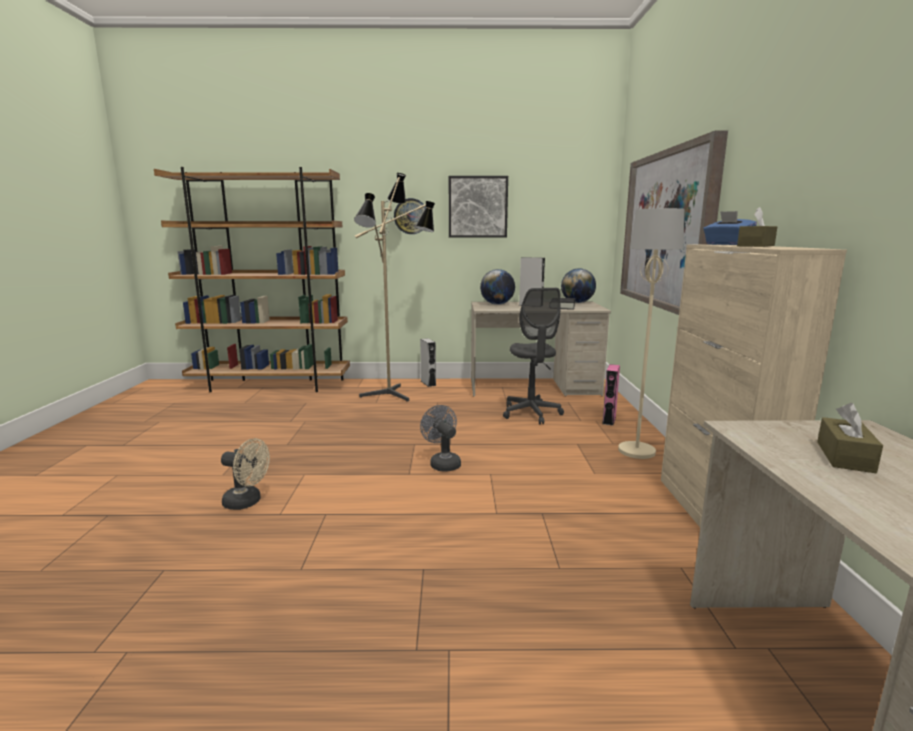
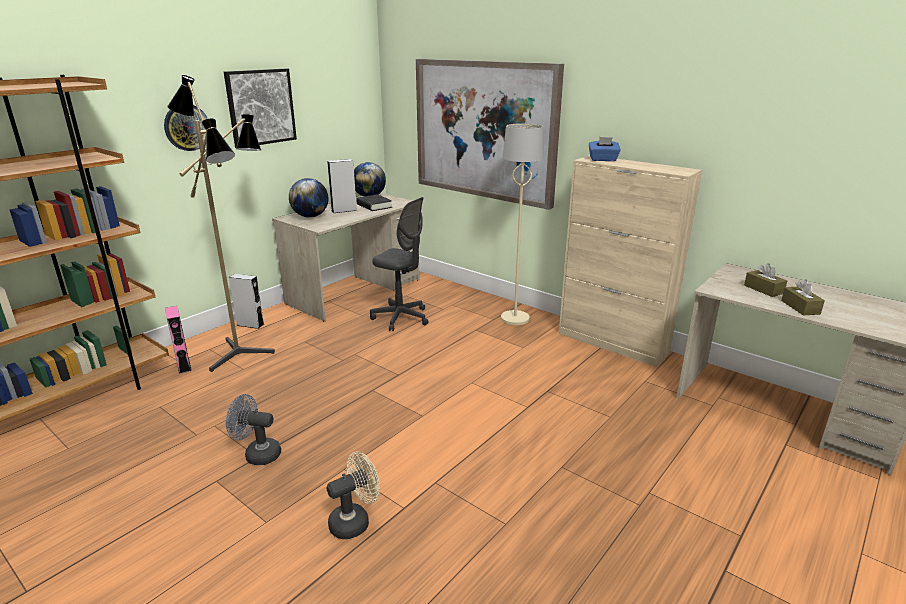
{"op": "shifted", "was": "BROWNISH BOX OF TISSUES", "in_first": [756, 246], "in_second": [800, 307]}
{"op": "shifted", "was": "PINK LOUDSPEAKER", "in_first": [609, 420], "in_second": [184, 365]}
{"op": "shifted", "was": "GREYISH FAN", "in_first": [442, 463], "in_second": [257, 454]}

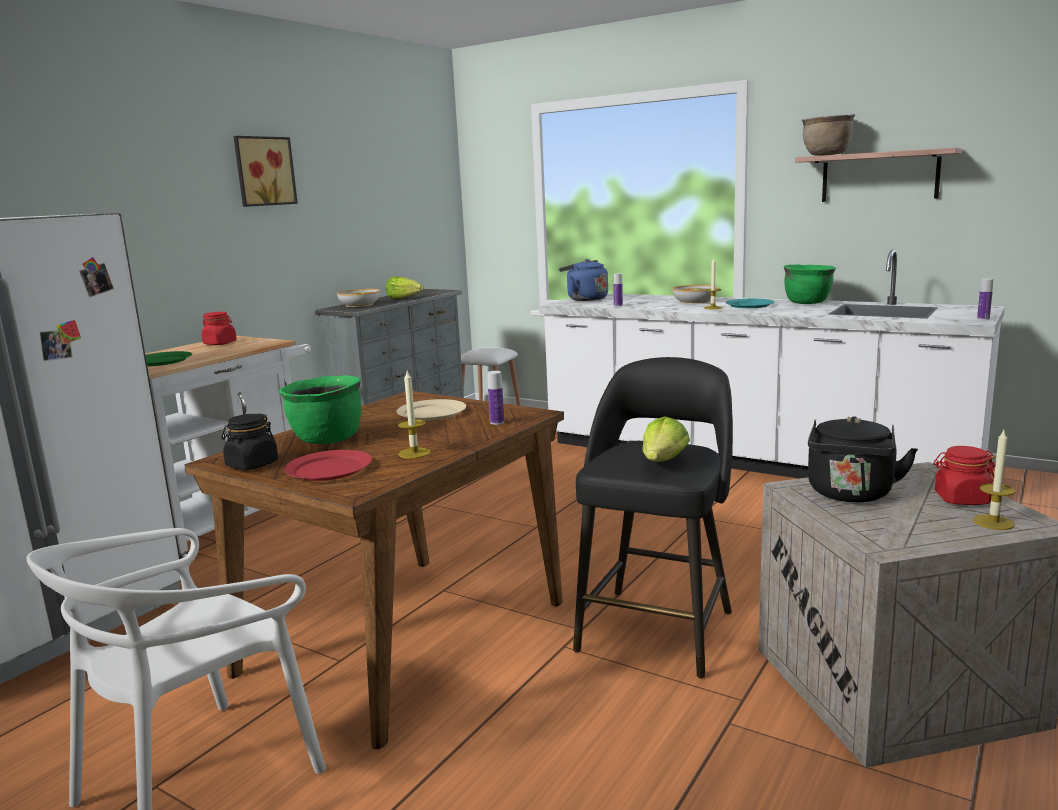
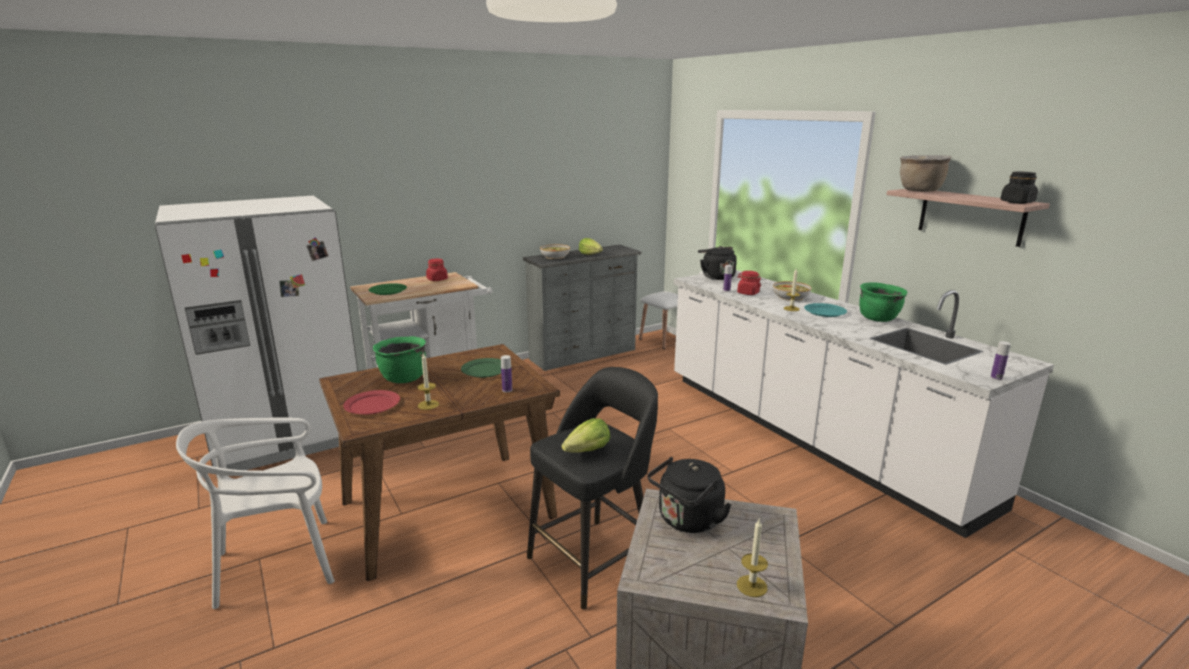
{"op": "gone", "was": "WALL PICTURE", "in_first": [263, 171]}
{"op": "repainted", "was": "BLUE TEA KETTLE", "now": "BLACKISH TEA KETTLE", "in_first": [585, 299], "in_second": [716, 277]}
{"op": "repainted", "was": "BEIGE PLATE", "now": "GREENISH PLATE", "in_first": [431, 413], "in_second": [485, 370]}
{"op": "shifted", "was": "BLACKISH JAR", "in_first": [252, 464], "in_second": [1017, 202]}
{"op": "shifted", "was": "RED-COLOURED JAR", "in_first": [961, 499], "in_second": [748, 293]}

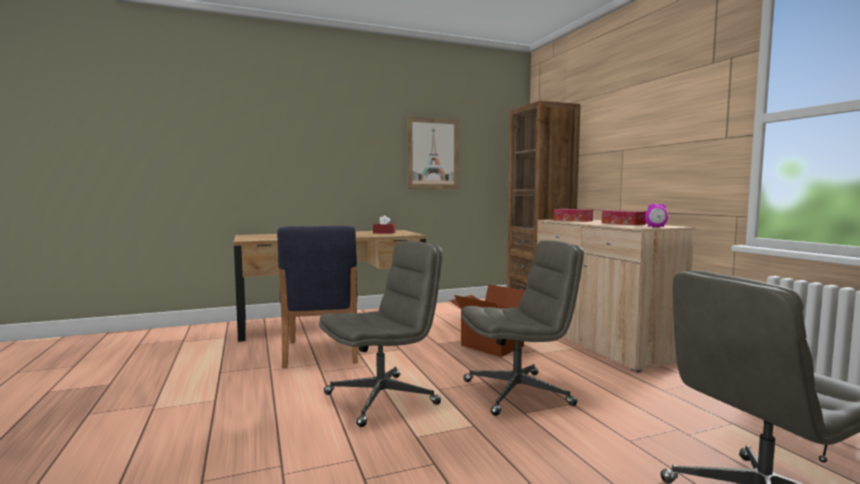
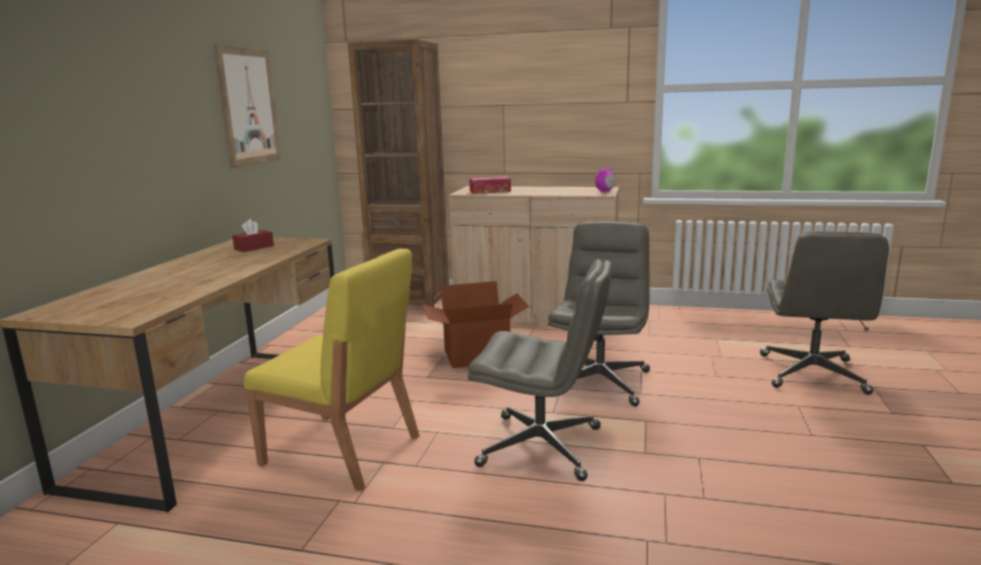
{"op": "gone", "was": "BOX OF TISSUES", "in_first": [623, 223]}
{"op": "repainted", "was": "BLUE UPRIGHT CHAIR", "now": "YELLOW-COLOURED UPRIGHT CHAIR", "in_first": [321, 352], "in_second": [342, 451]}
{"op": "rotated", "was": "GREYISH DESK CHAIR", "in_first": [382, 398], "in_second": [542, 447], "clockwise": 105}

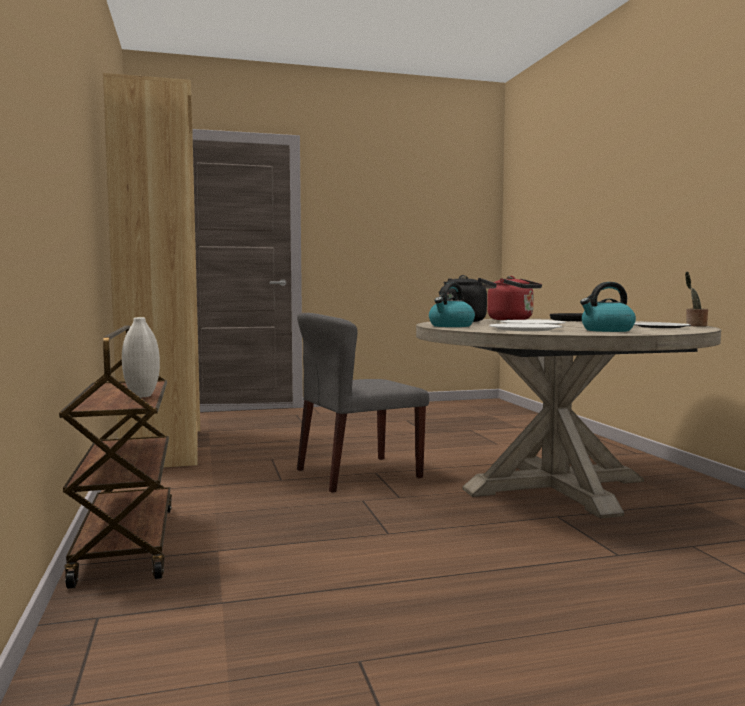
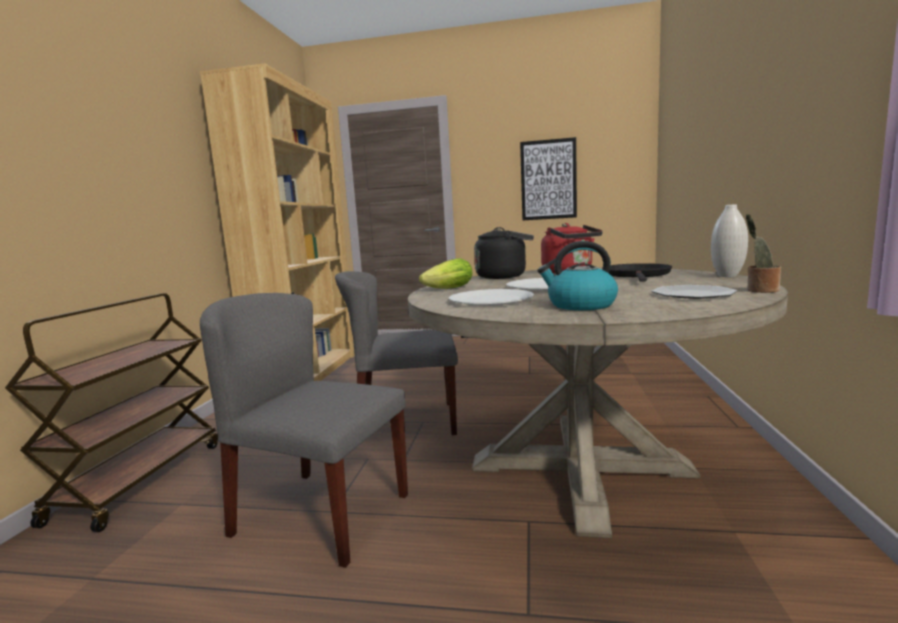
{"op": "swapped", "was": "TEA KETTLE", "now": "LETTUCE", "in_first": [451, 326], "in_second": [446, 289]}
{"op": "shifted", "was": "WHITE DECORATIVE VASE", "in_first": [142, 396], "in_second": [727, 276]}
{"op": "new", "now": "WALL PICTURE", "in_second": [548, 180]}
{"op": "new", "now": "GREYISH UPRIGHT CHAIR", "in_second": [320, 514]}

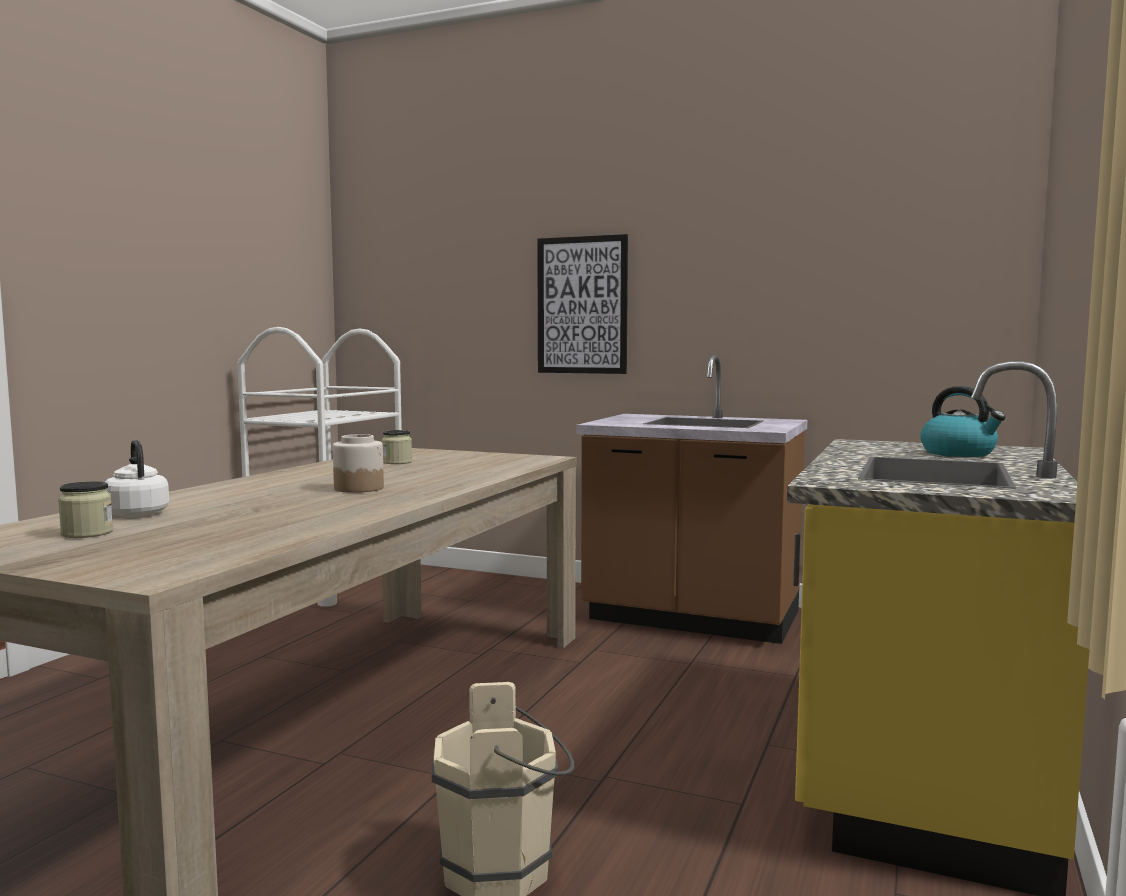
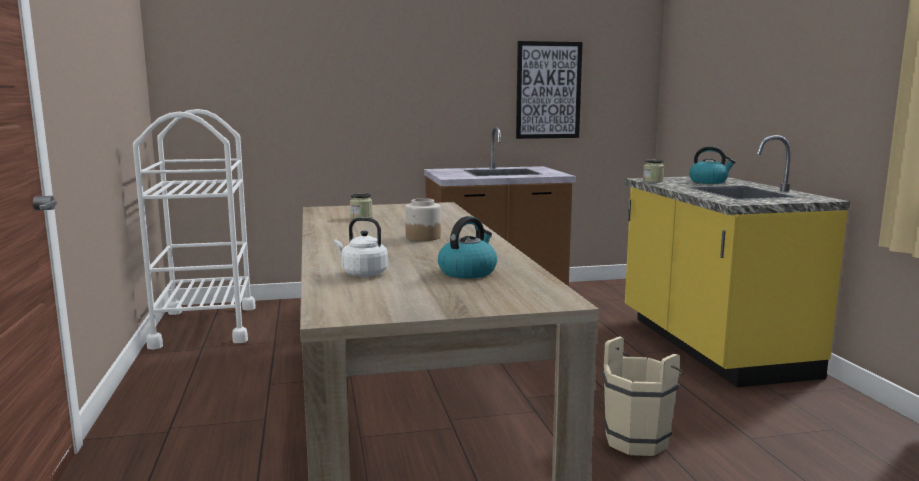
{"op": "shifted", "was": "WALL PICTURE", "in_first": [582, 305], "in_second": [548, 90]}
{"op": "shifted", "was": "JAR", "in_first": [87, 533], "in_second": [653, 181]}
{"op": "new", "now": "TEA KETTLE", "in_second": [468, 272]}

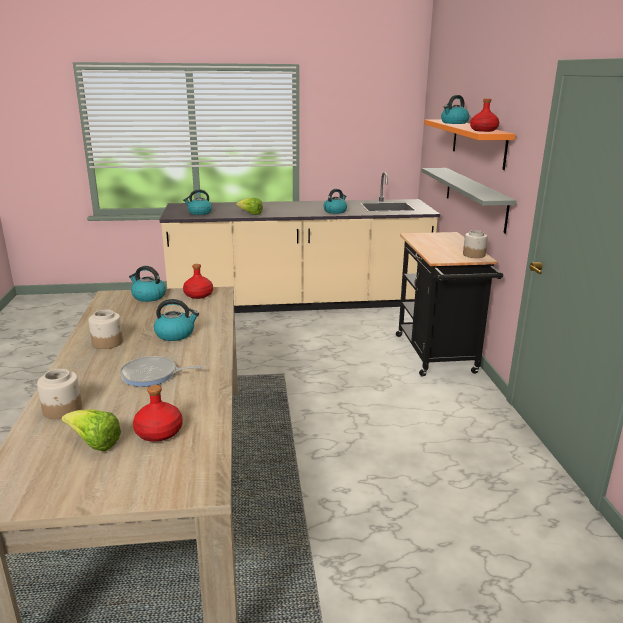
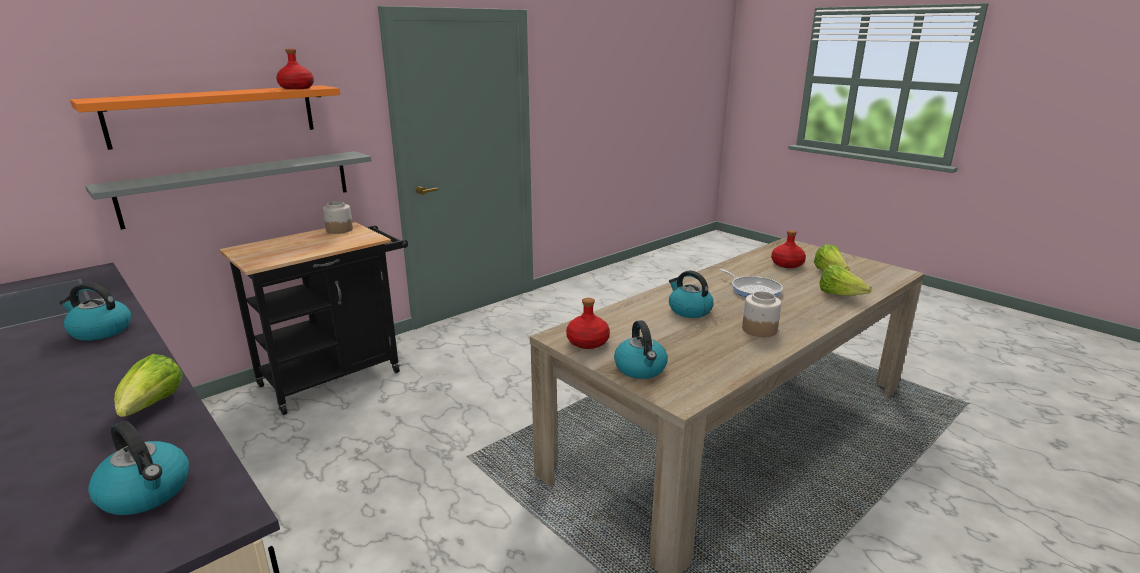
{"op": "gone", "was": "TEA KETTLE", "in_first": [454, 123]}
{"op": "swapped", "was": "JAR", "now": "LETTUCE", "in_first": [63, 409], "in_second": [839, 295]}

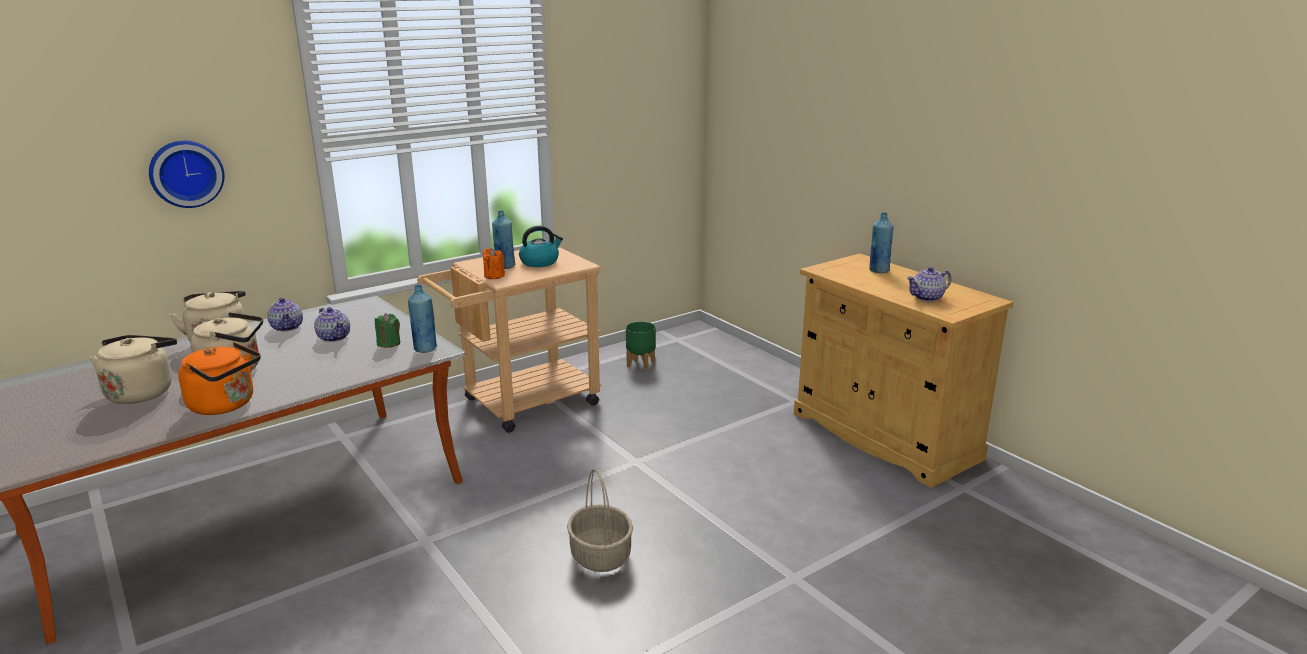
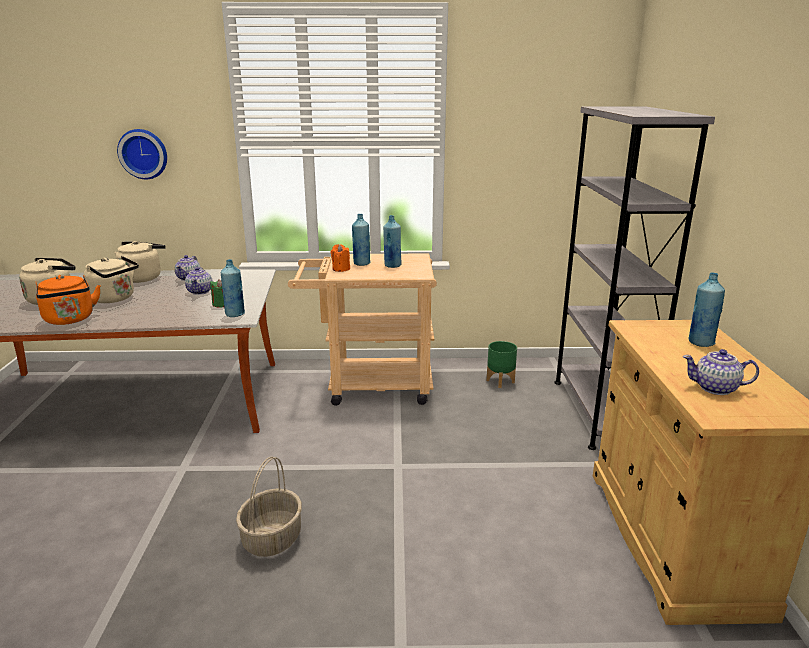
{"op": "swapped", "was": "TEA KETTLE", "now": "BLUE BOTTLE", "in_first": [540, 262], "in_second": [392, 265]}
{"op": "new", "now": "GREYISH BOOKCASE", "in_second": [599, 412]}

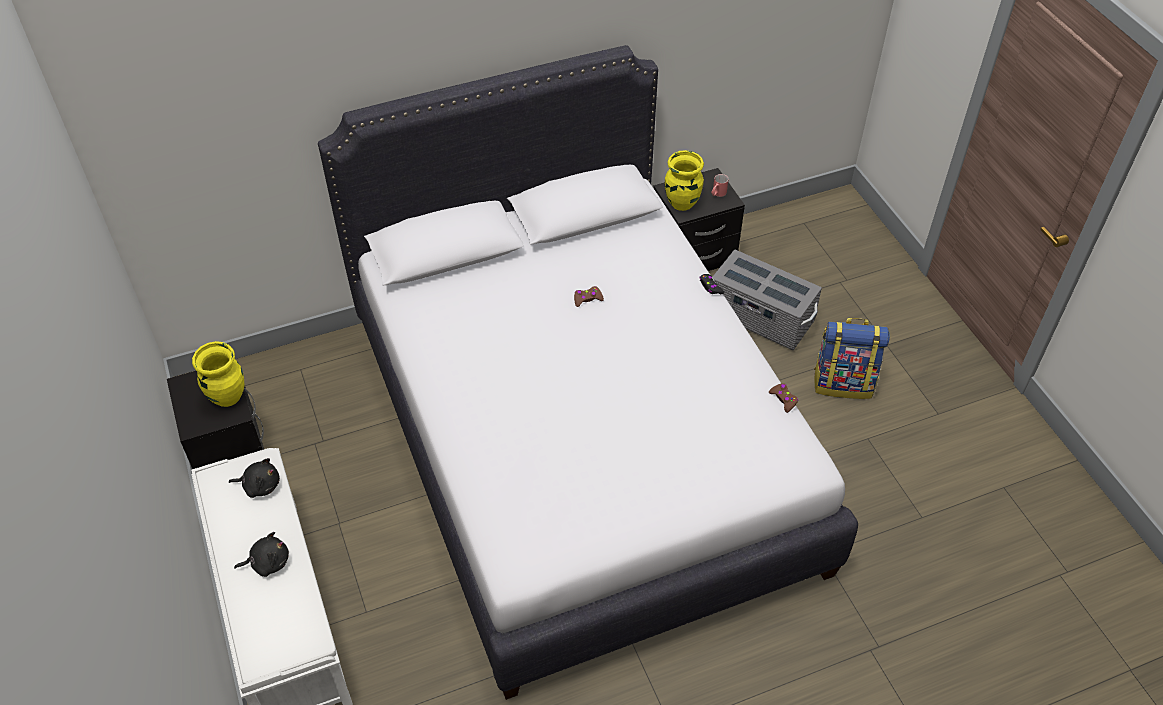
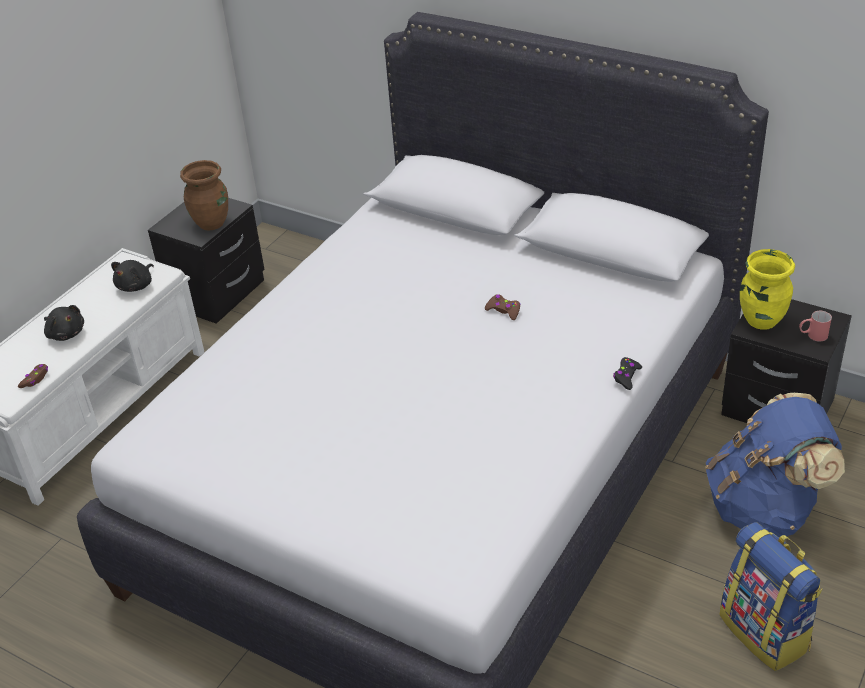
{"op": "swapped", "was": "GREYISH STORAGE CONTAINER", "now": "BLUE BACKPACK", "in_first": [760, 318], "in_second": [765, 508]}
{"op": "repainted", "was": "YELLOW-COLOURED DECORATIVE VASE", "now": "BROWNISH DECORATIVE VASE", "in_first": [227, 396], "in_second": [212, 223]}
{"op": "shifted", "was": "BROWNISH JOYPAD", "in_first": [783, 399], "in_second": [35, 379]}
{"op": "rotated", "was": "BLACKISH PLUSH TOY", "in_first": [260, 485], "in_second": [136, 286], "clockwise": 60}

